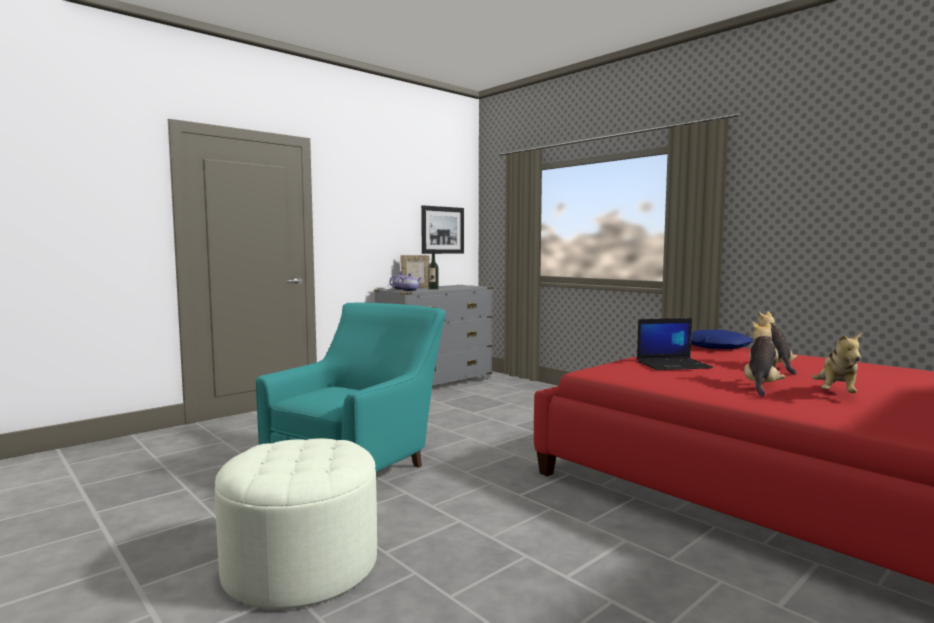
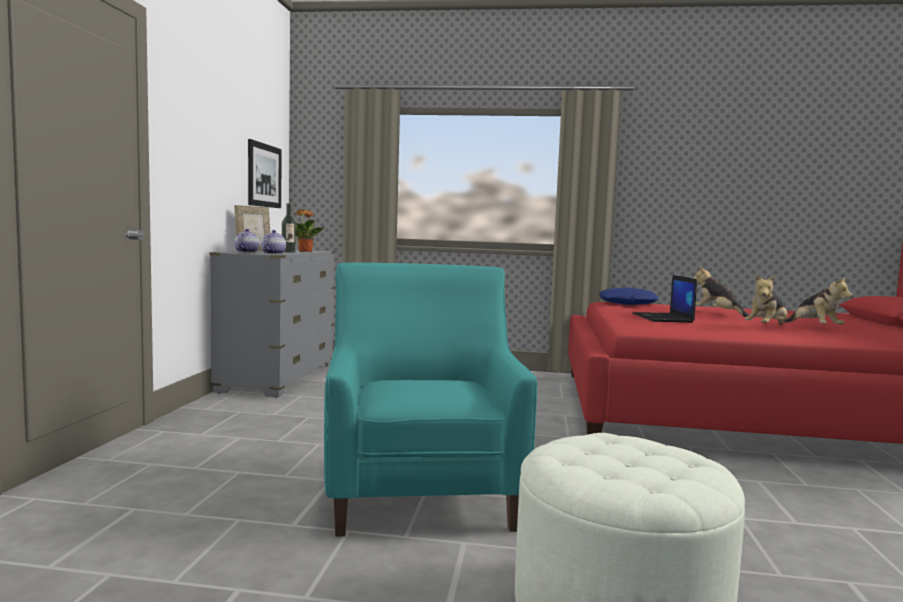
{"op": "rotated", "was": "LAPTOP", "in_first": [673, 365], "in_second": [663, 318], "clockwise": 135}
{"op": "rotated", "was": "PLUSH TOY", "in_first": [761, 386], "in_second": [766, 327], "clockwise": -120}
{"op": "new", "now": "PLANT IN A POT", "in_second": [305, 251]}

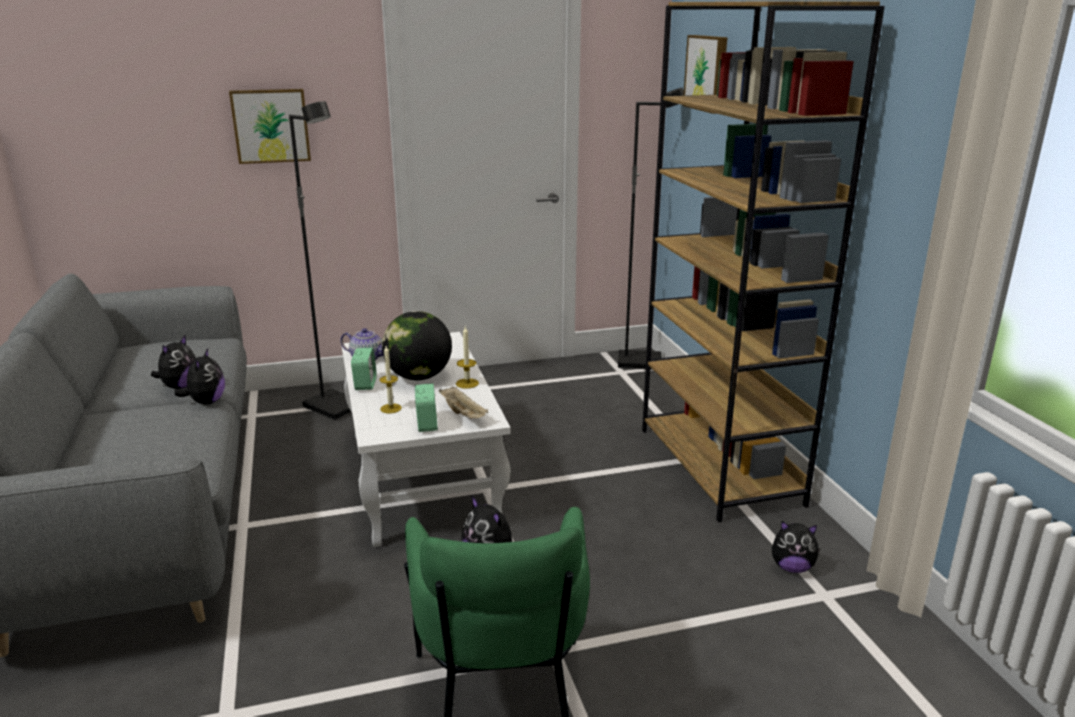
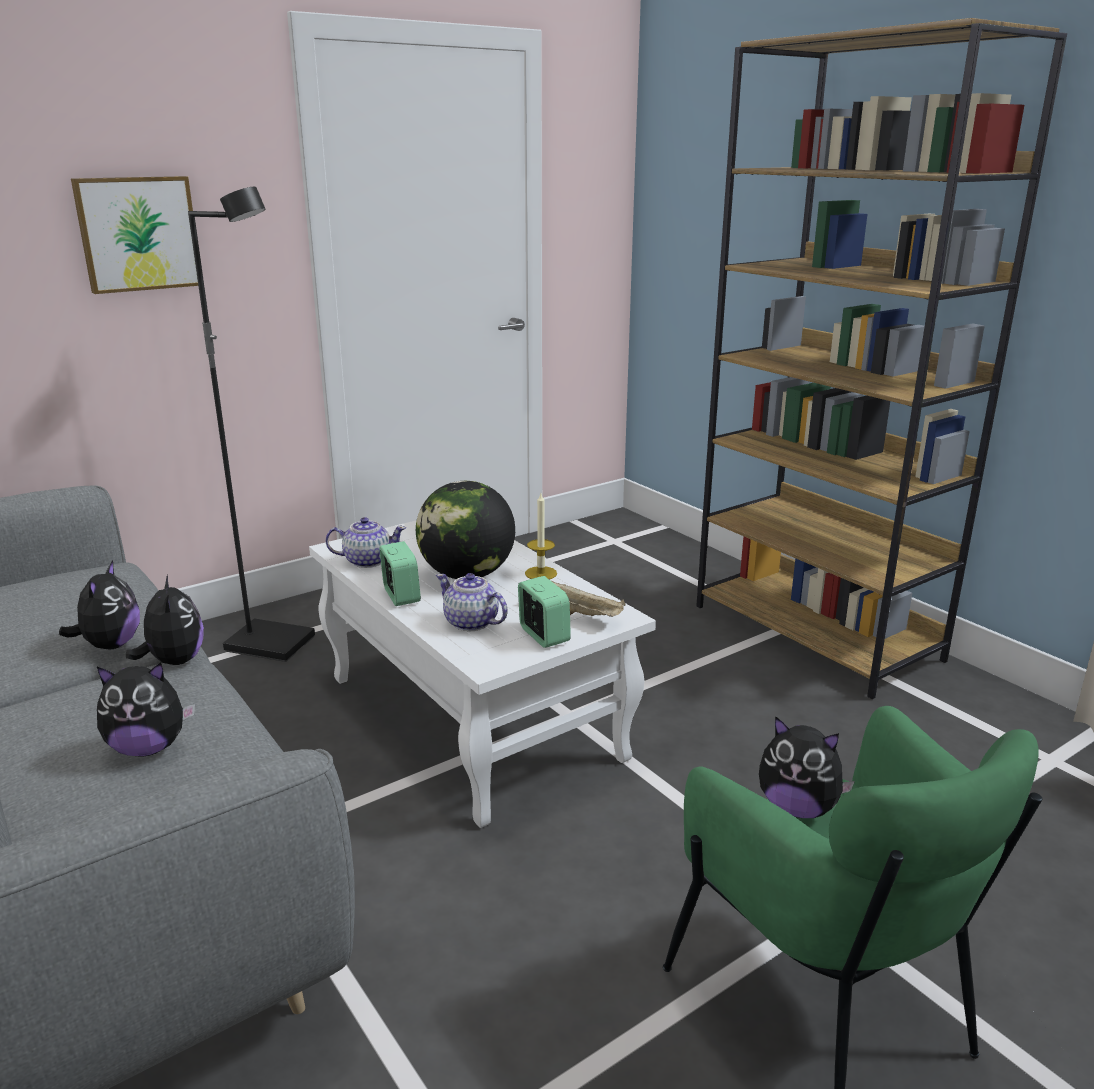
{"op": "gone", "was": "WALL PICTURE", "in_first": [707, 73]}
{"op": "gone", "was": "BLACKISH FLOOR LAMP", "in_first": [640, 362]}
{"op": "swapped", "was": "CANDLE", "now": "TEA POT", "in_first": [391, 408], "in_second": [471, 623]}
{"op": "shifted", "was": "PLUSH TOY", "in_first": [792, 567], "in_second": [149, 748]}

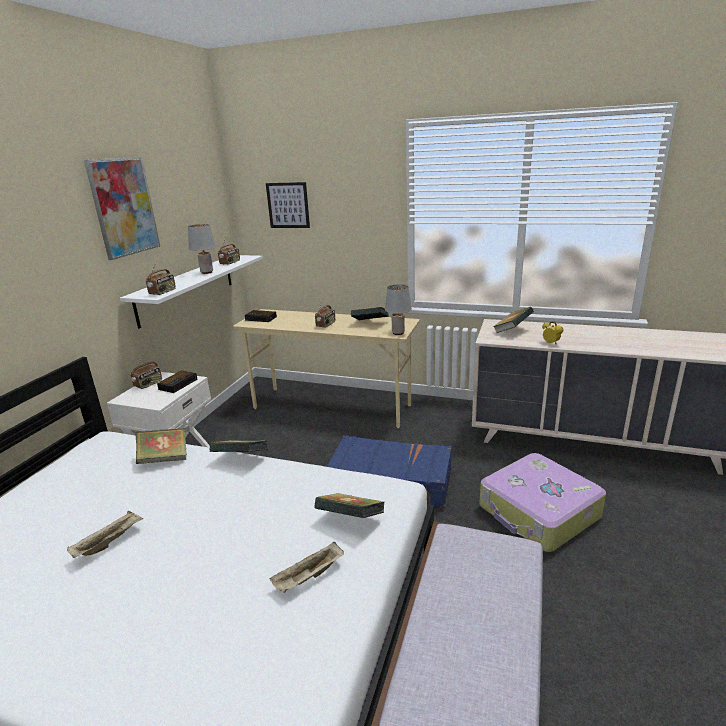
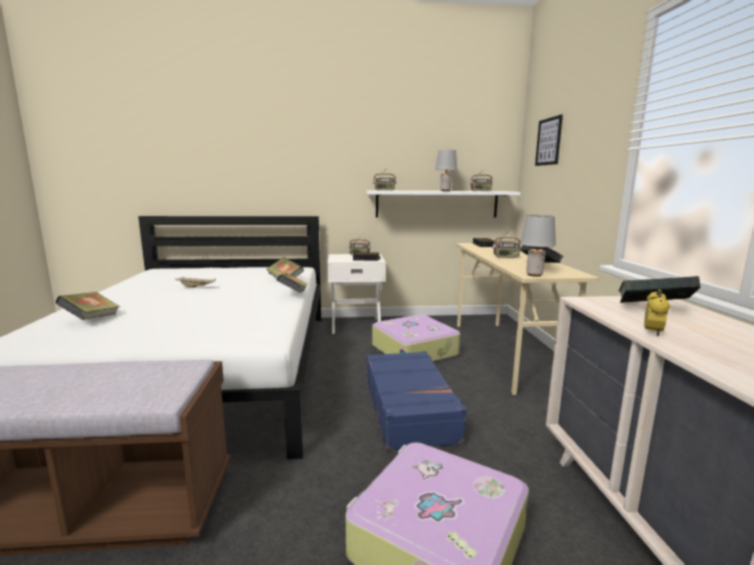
{"op": "gone", "was": "WALL PICTURE", "in_first": [124, 207]}
{"op": "shifted", "was": "VOLUME", "in_first": [350, 520], "in_second": [91, 319]}
{"op": "gone", "was": "BEIGE CARRYING TRAY", "in_first": [309, 577]}
{"op": "new", "now": "PIECE OF LUGGAGE", "in_second": [415, 350]}

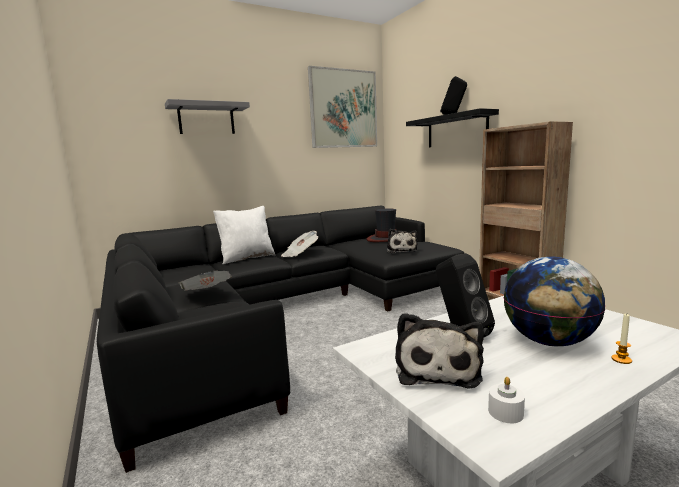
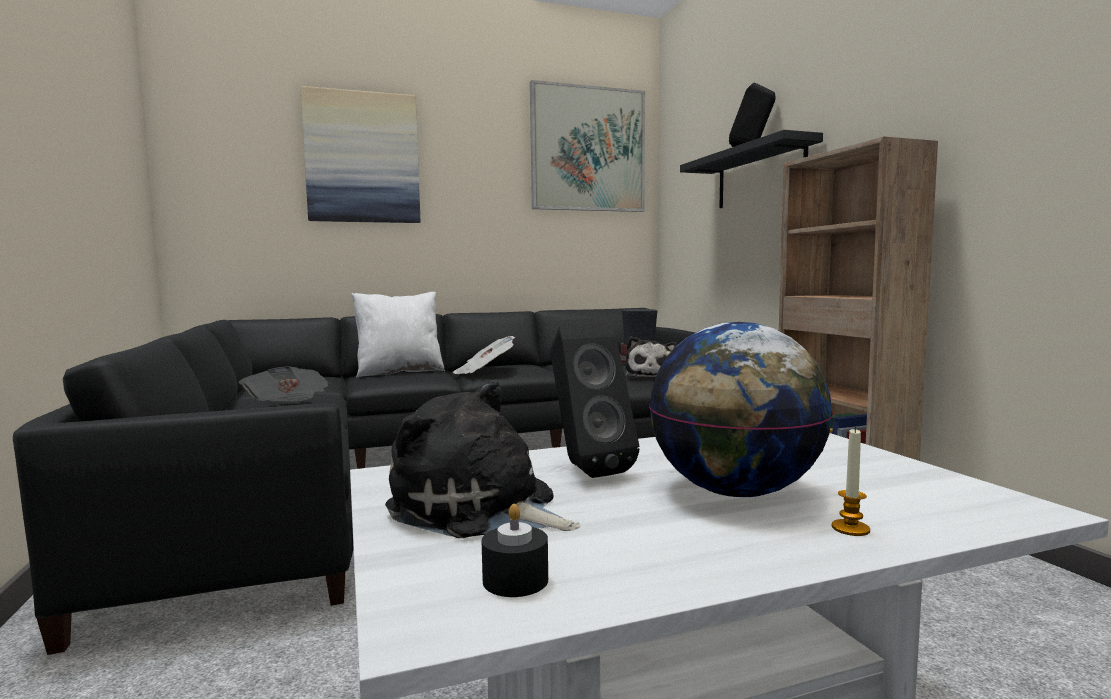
{"op": "swapped", "was": "GREYISH BRACKET SHELF", "now": "WALL PICTURE", "in_first": [206, 119], "in_second": [362, 158]}
{"op": "rotated", "was": "PLUSH TOY", "in_first": [437, 368], "in_second": [479, 509], "clockwise": 105}
{"op": "repainted", "was": "WHITE CANDLE", "now": "BLACKISH CANDLE", "in_first": [505, 412], "in_second": [515, 580]}

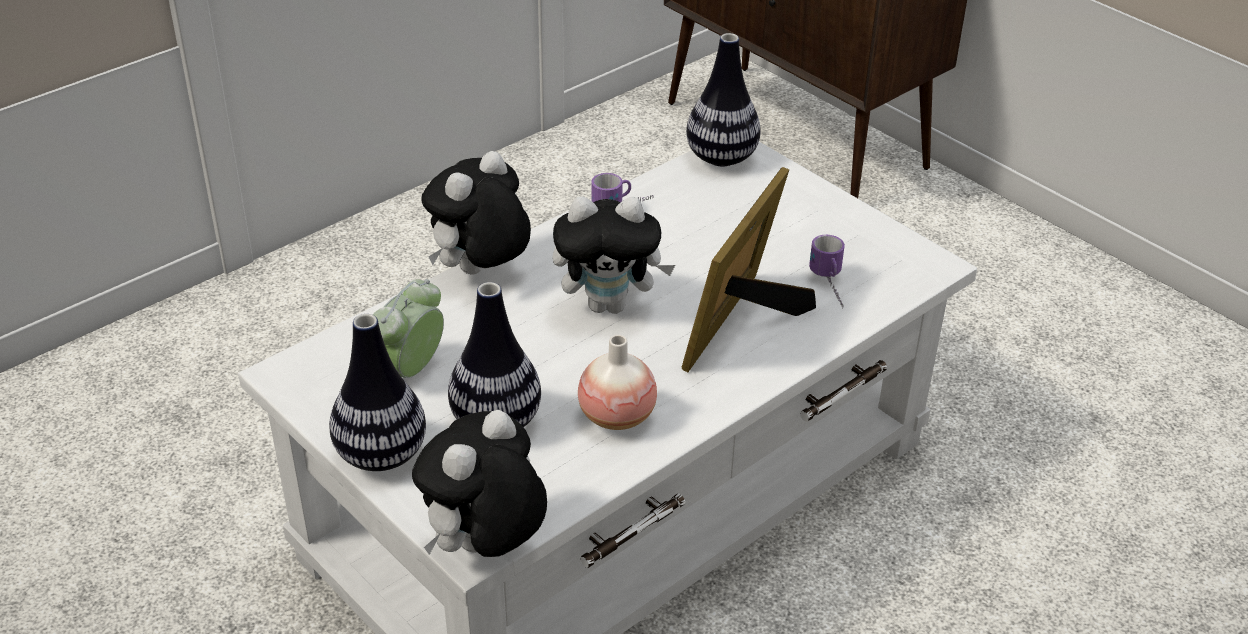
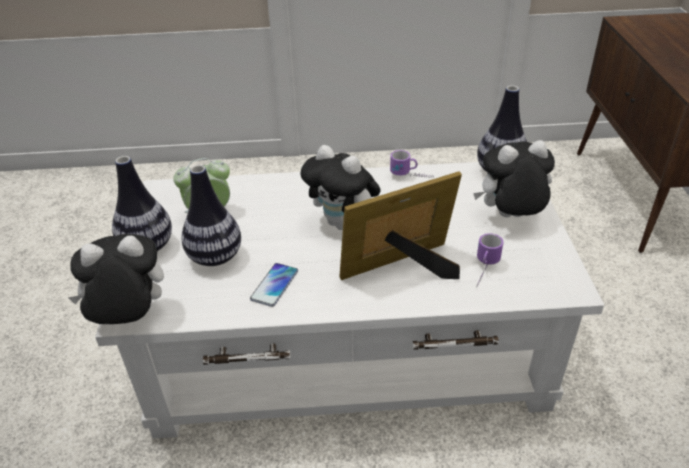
{"op": "shifted", "was": "PLUSH TOY", "in_first": [480, 273], "in_second": [510, 218]}
{"op": "swapped", "was": "DECORATIVE VASE", "now": "PHONE", "in_first": [617, 417], "in_second": [274, 285]}

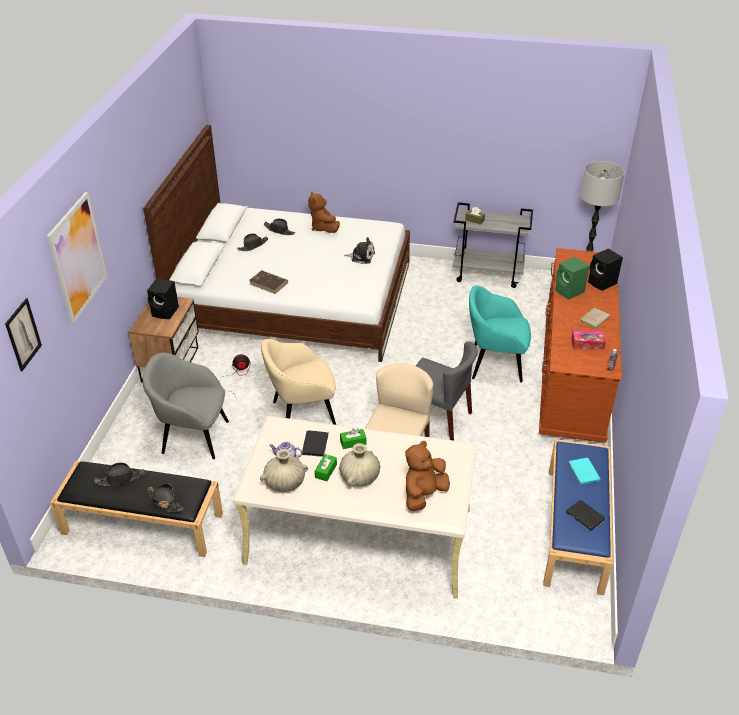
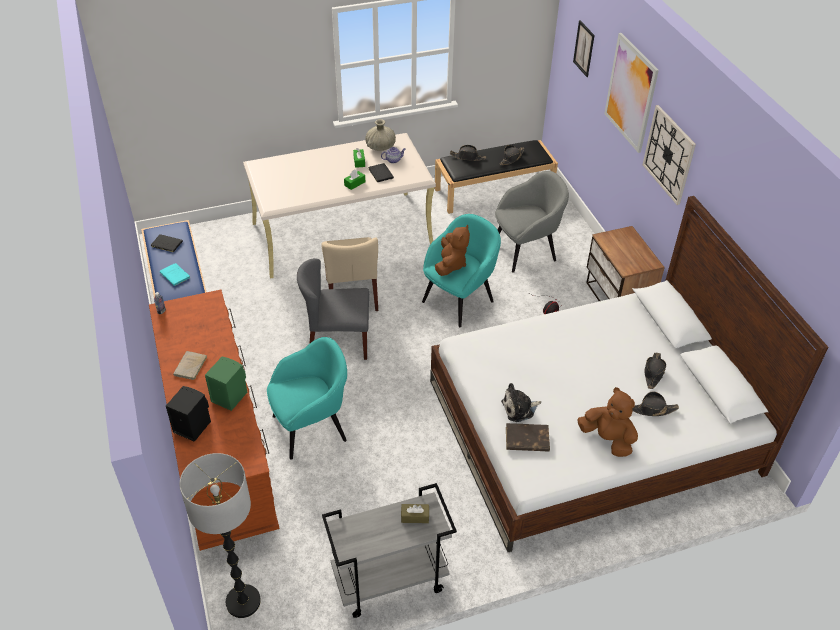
{"op": "shifted", "was": "BROWNISH VOLUME", "in_first": [269, 283], "in_second": [526, 439]}
{"op": "gone", "was": "BLACKISH LOUDSPEAKER", "in_first": [166, 312]}
{"op": "gone", "was": "BOX OF TISSUES", "in_first": [587, 344]}
{"op": "repainted", "was": "BEIGE LOUNGE CHAIR", "now": "TURQUOISE LOUNGE CHAIR", "in_first": [302, 414], "in_second": [459, 300]}
{"op": "shifted", "was": "BROWNISH PLUSH TOY", "in_first": [424, 494], "in_second": [451, 264]}
{"op": "gone", "was": "BEIGE DECORATIVE VASE", "in_first": [359, 477]}
{"op": "new", "now": "HANGING CLOCK", "in_second": [669, 154]}

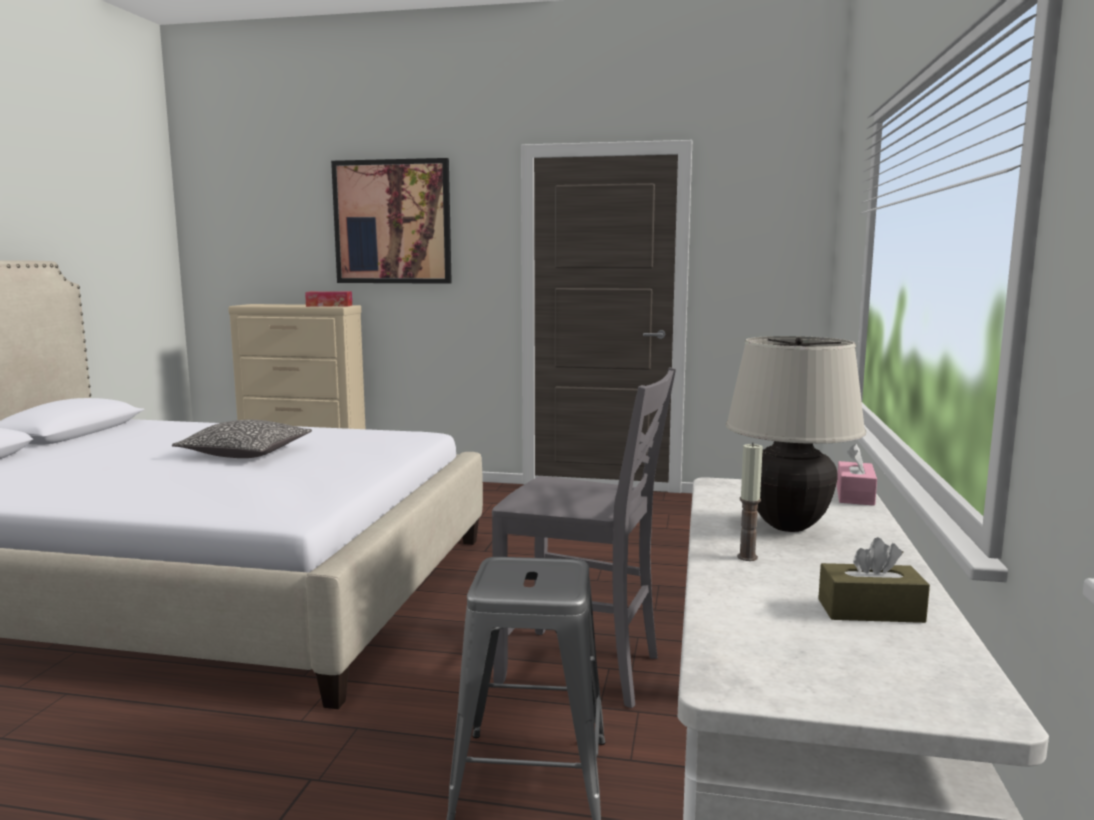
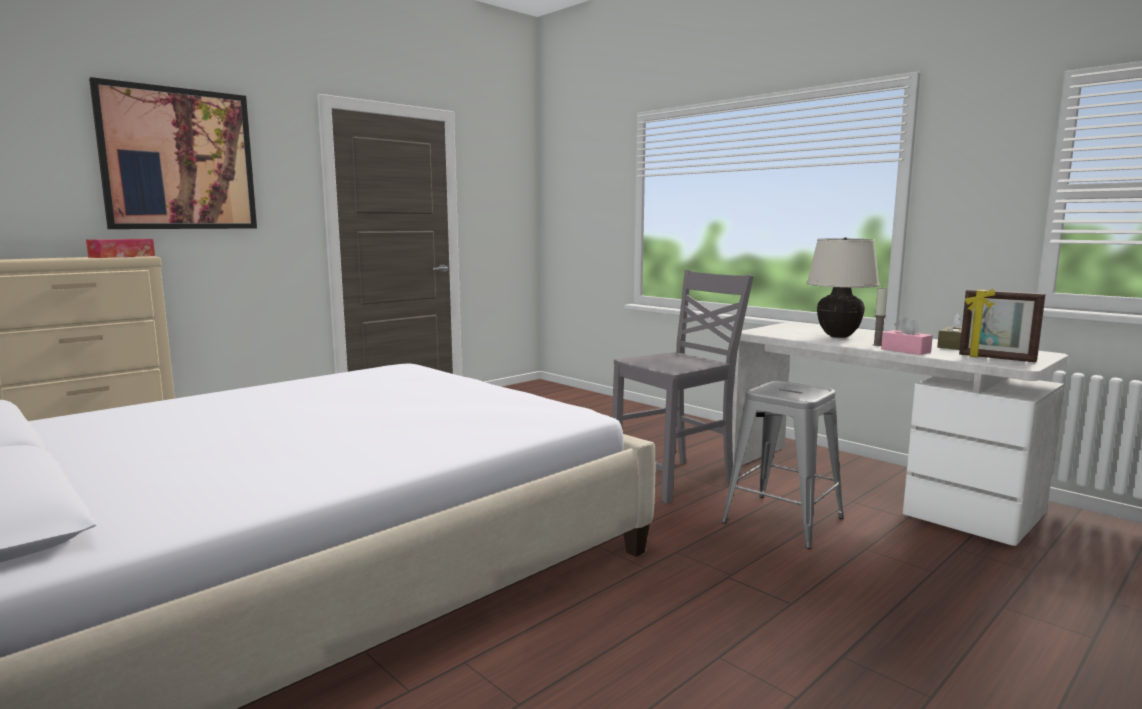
{"op": "gone", "was": "CUSHION", "in_first": [246, 453]}
{"op": "shifted", "was": "PINK BOX OF TISSUES", "in_first": [855, 495], "in_second": [905, 351]}
{"op": "new", "now": "PICTURE FRAME", "in_second": [996, 358]}

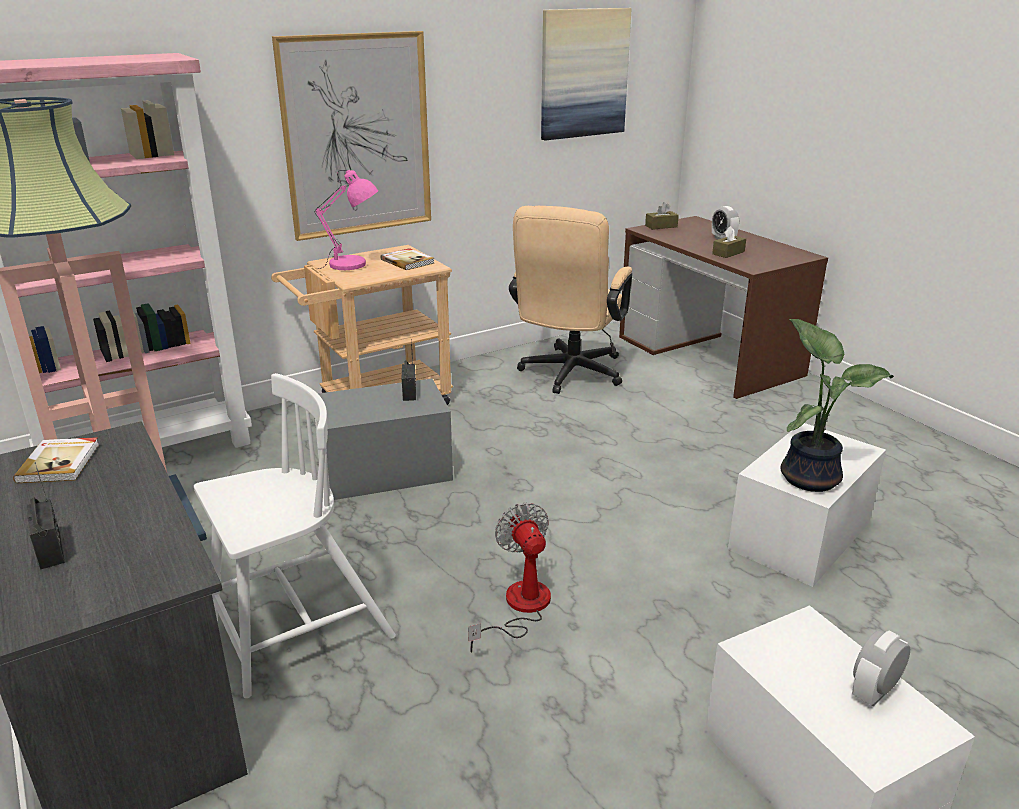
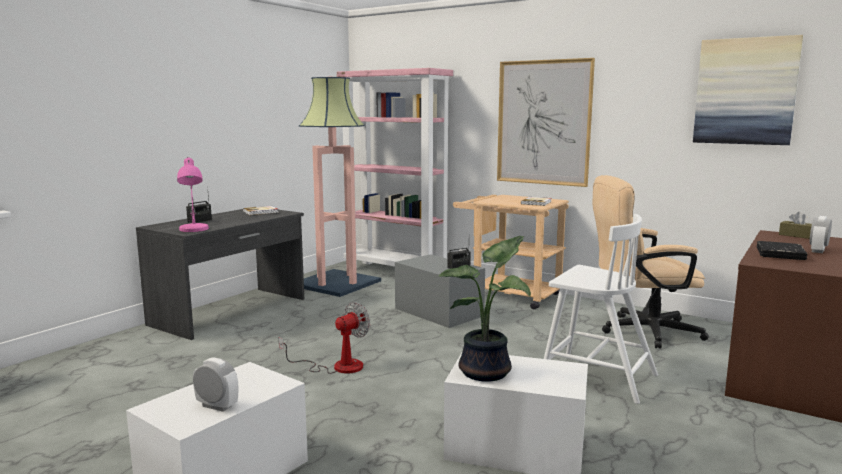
{"op": "shifted", "was": "PINK TABLETOP LAMP", "in_first": [352, 265], "in_second": [193, 230]}
{"op": "swapped", "was": "BROWNISH BOX OF TISSUES", "now": "BLACKISH VOLUME", "in_first": [728, 253], "in_second": [780, 254]}
{"op": "shifted", "was": "WHITE UPRIGHT CHAIR", "in_first": [298, 632], "in_second": [596, 376]}

